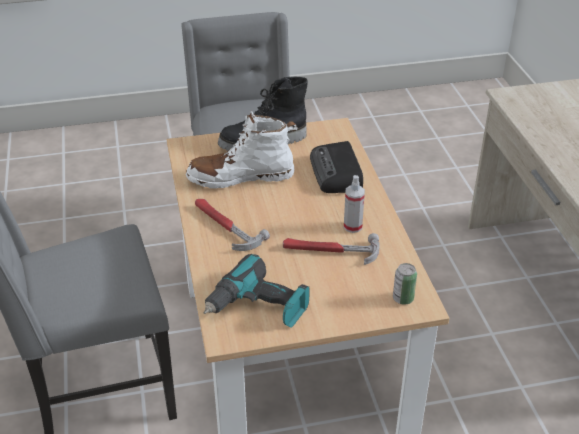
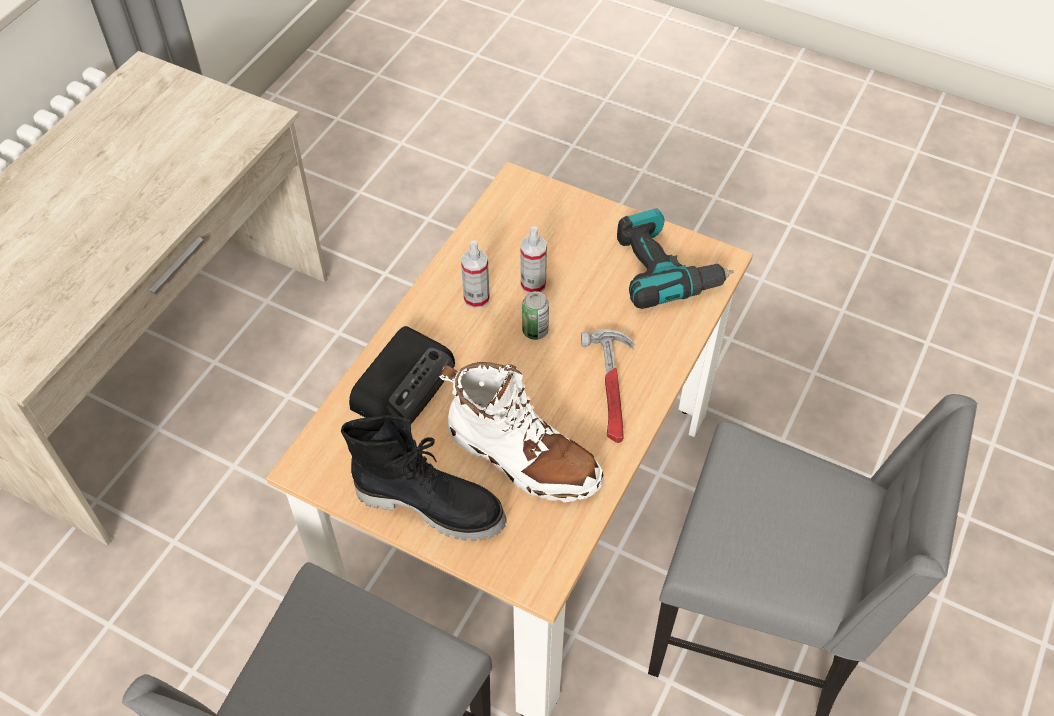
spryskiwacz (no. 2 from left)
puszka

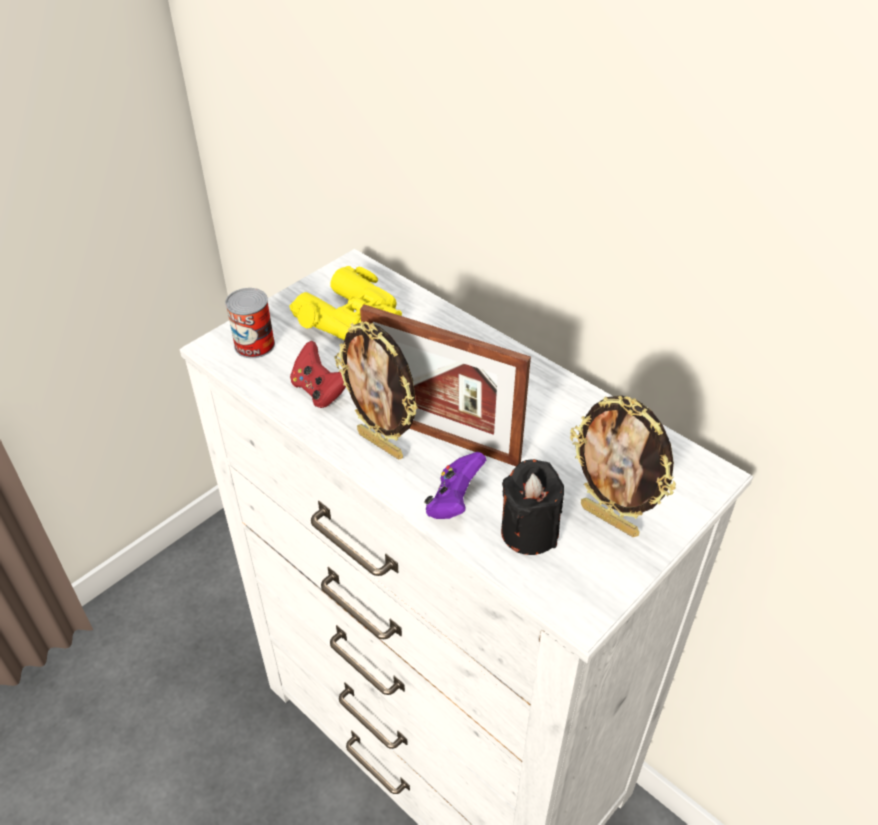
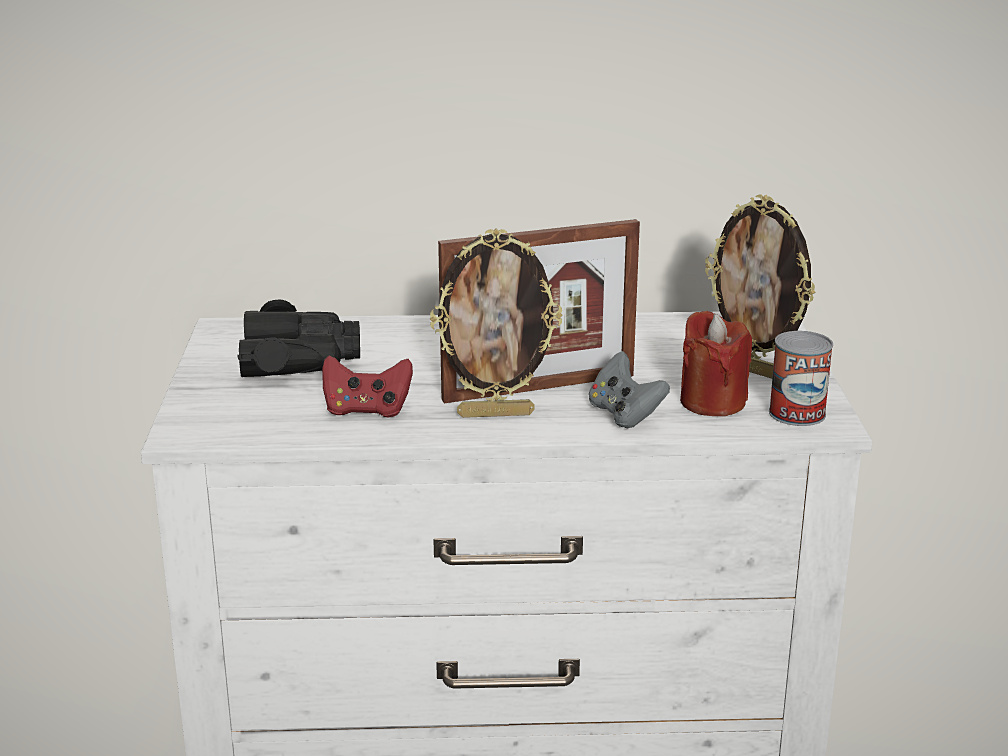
puszka
lornetka/czarny
pad do gier/szary
świeca/czerwony
ramka na zdjęcie (no. 3 from left)

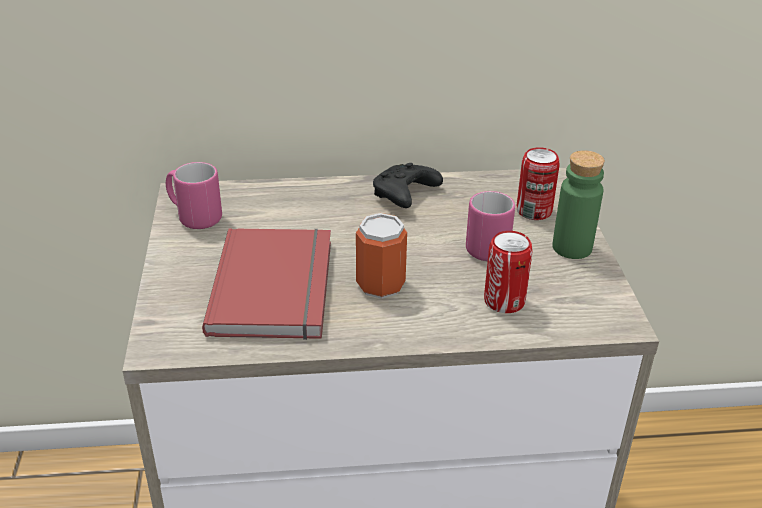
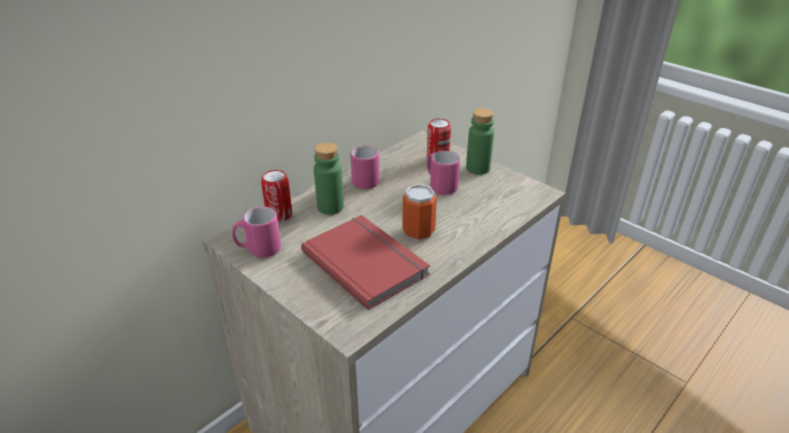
kubek/różowy (no. 2 from left)
puszka (no. 1 from left)
butelka/zielony (no. 1 from left)

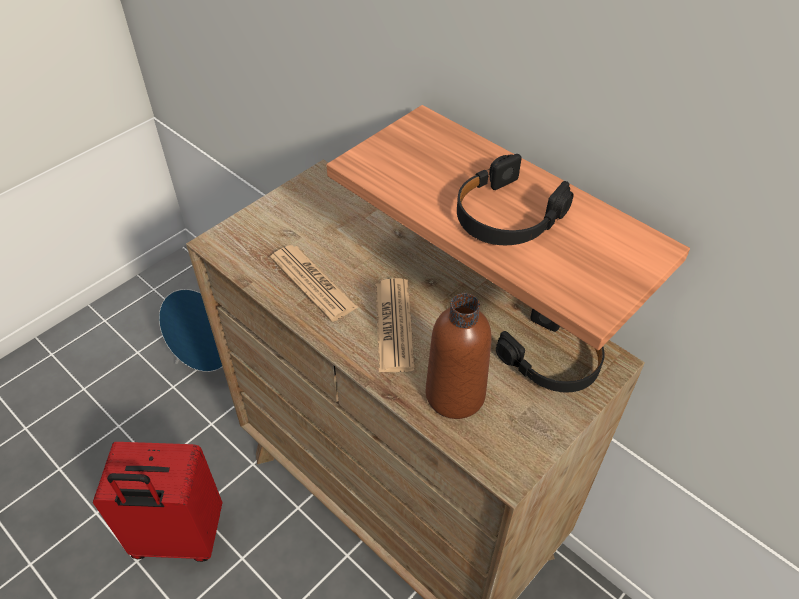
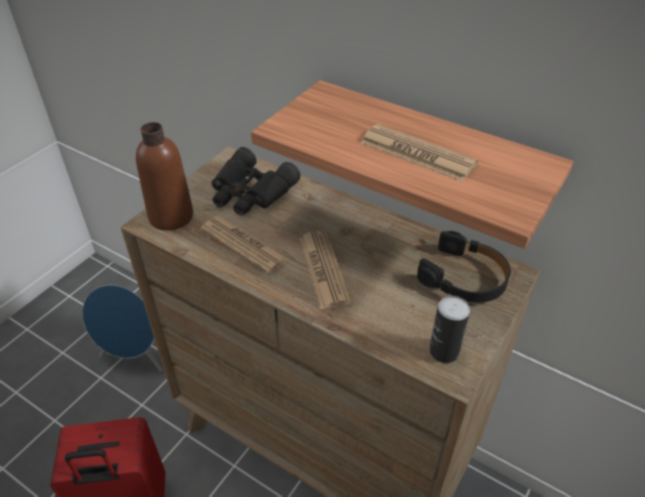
butelka/brązowy
gazeta (no. 3 from left)
lornetka/czarny
puszka

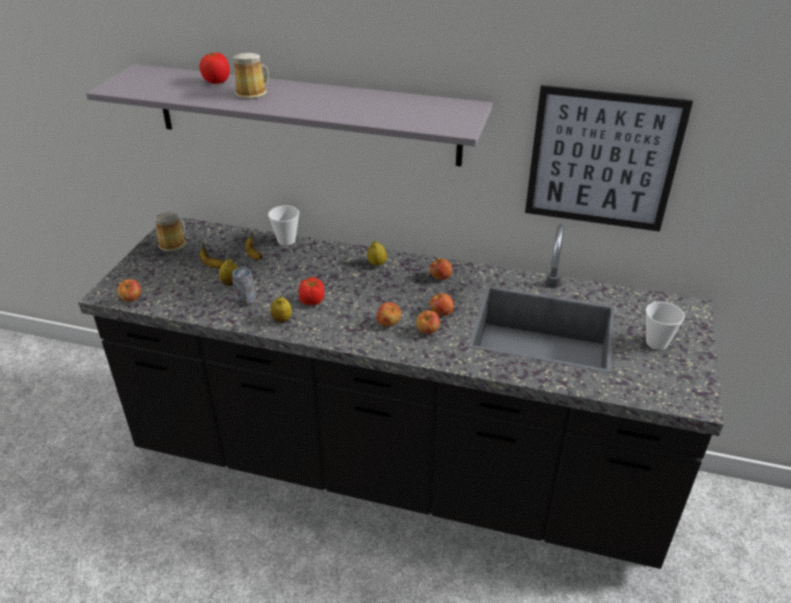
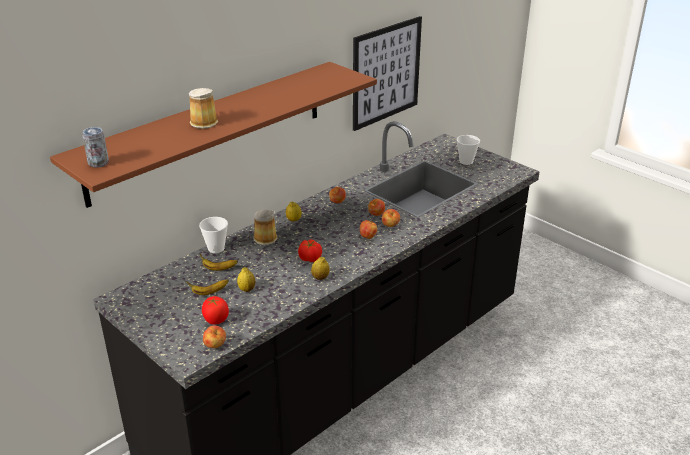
półka/brązowy
kubek (no. 2 from left)
pomidor (no. 1 from left)
puszka

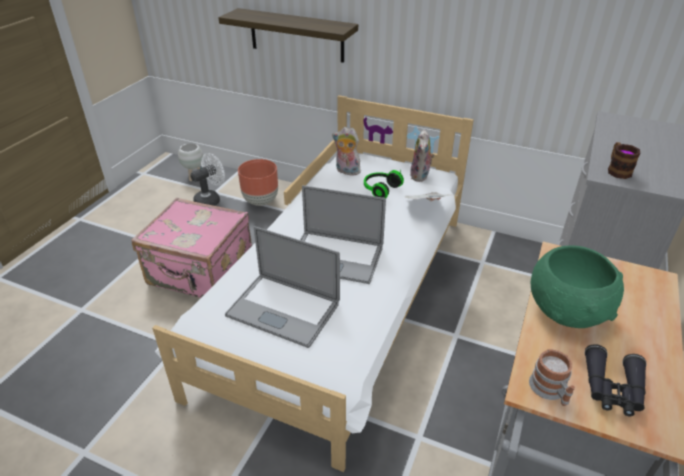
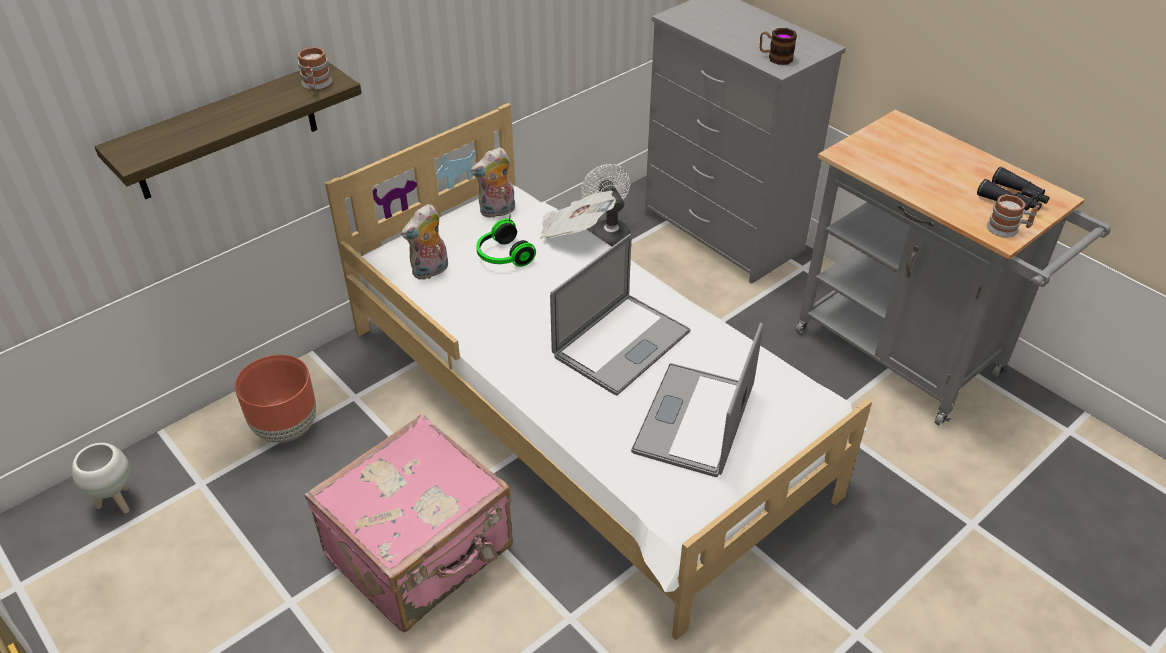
wentylator/biały
laptop (no. 2 from left)
pluszak (no. 2 from left)
miska/zielony
kubek (no. 1 from left)

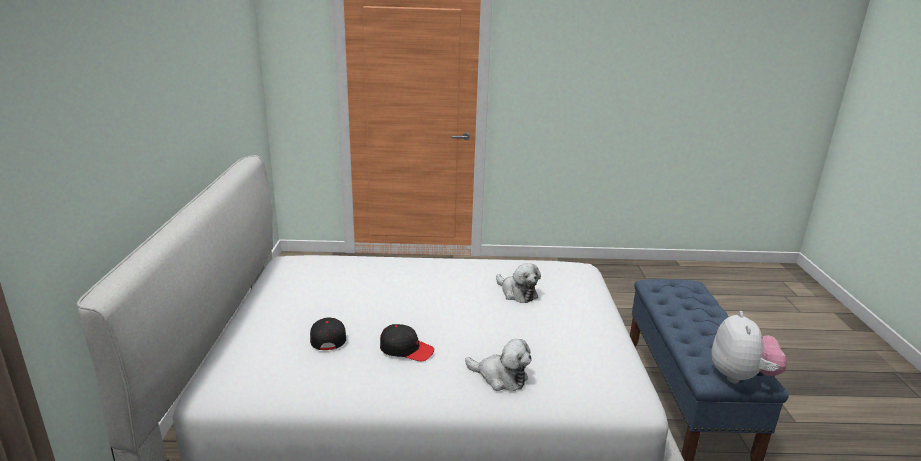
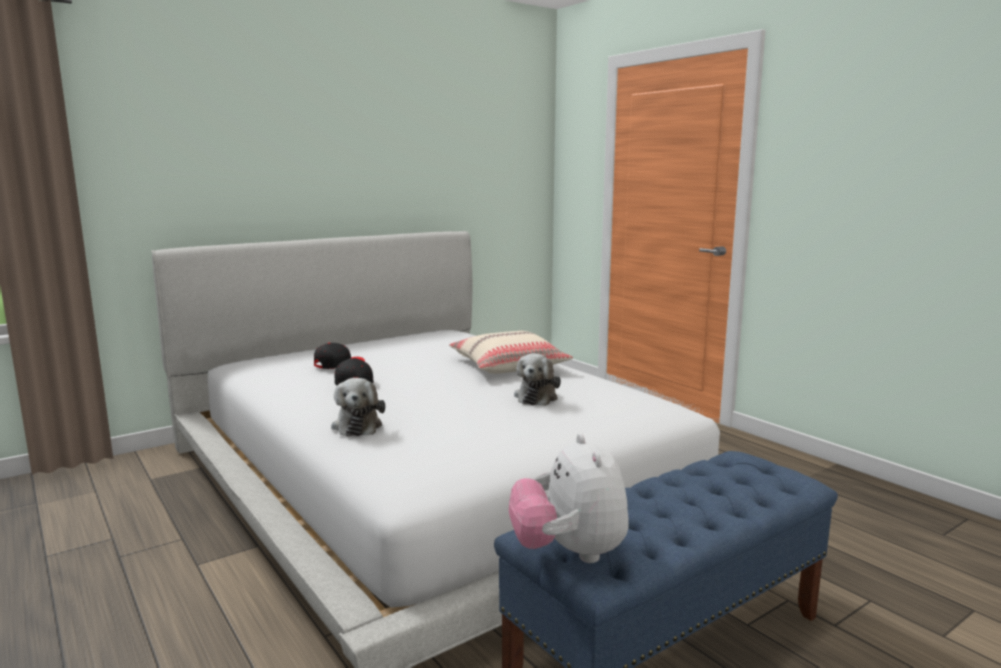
pluszak (no. 3 from left)
poduszka/beżowy

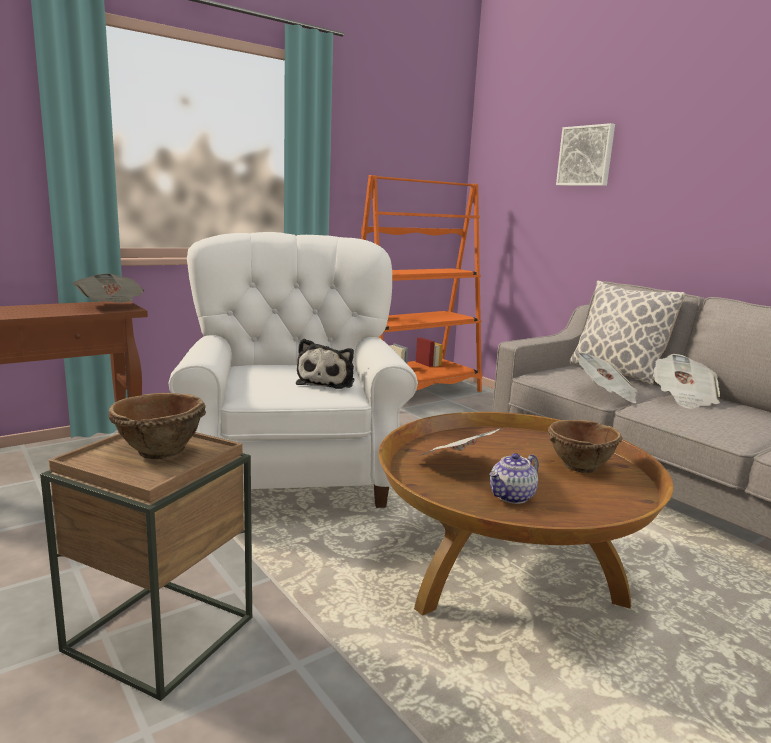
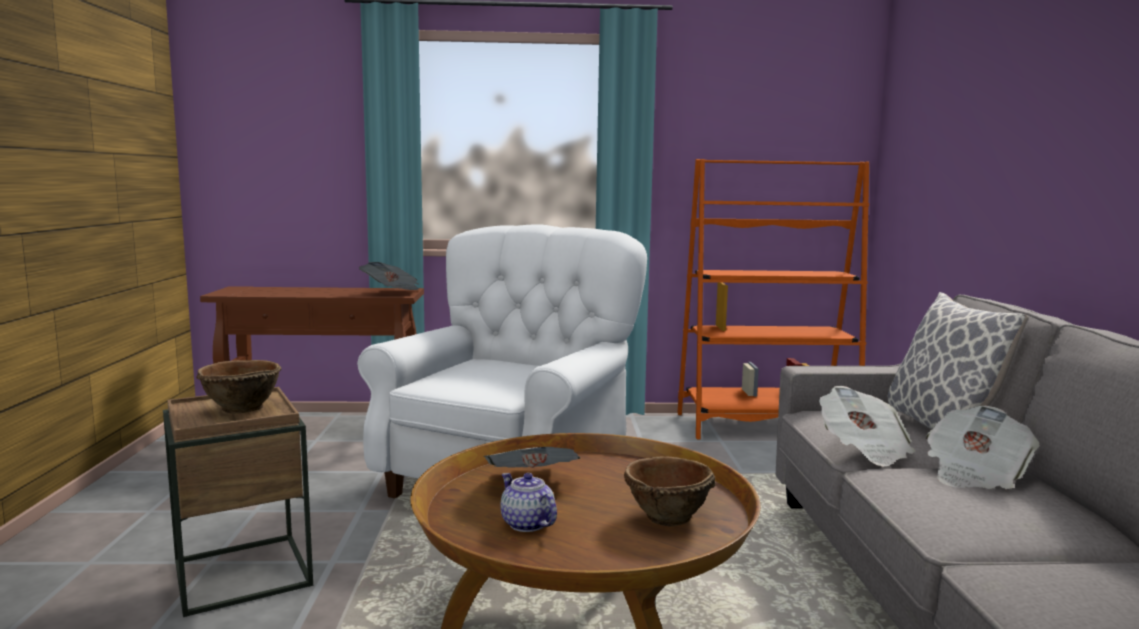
pluszak
imbryk
obraz

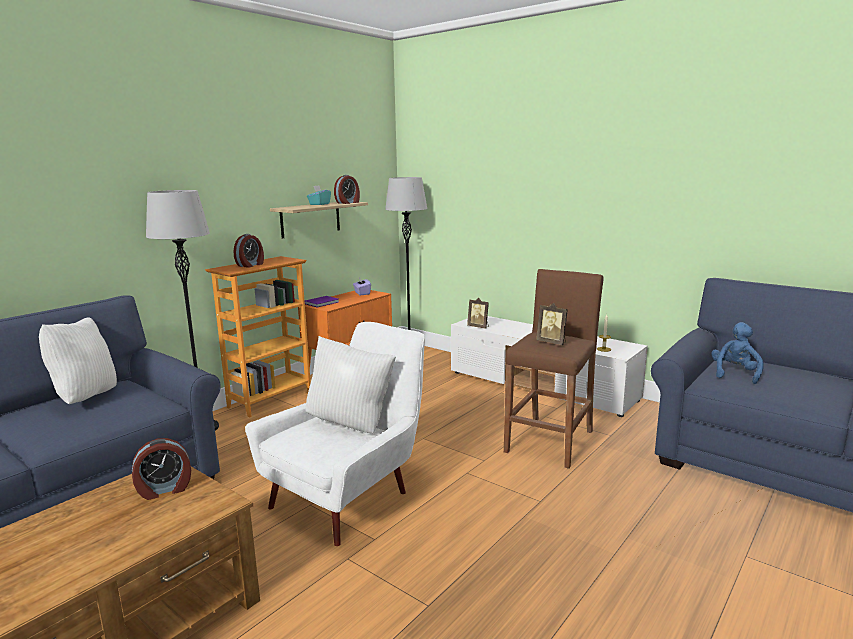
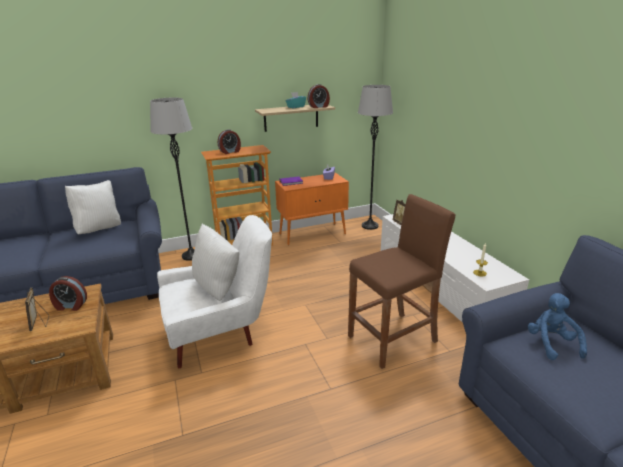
ramka na zdjęcie (no. 1 from left)
pluszak/niebieski

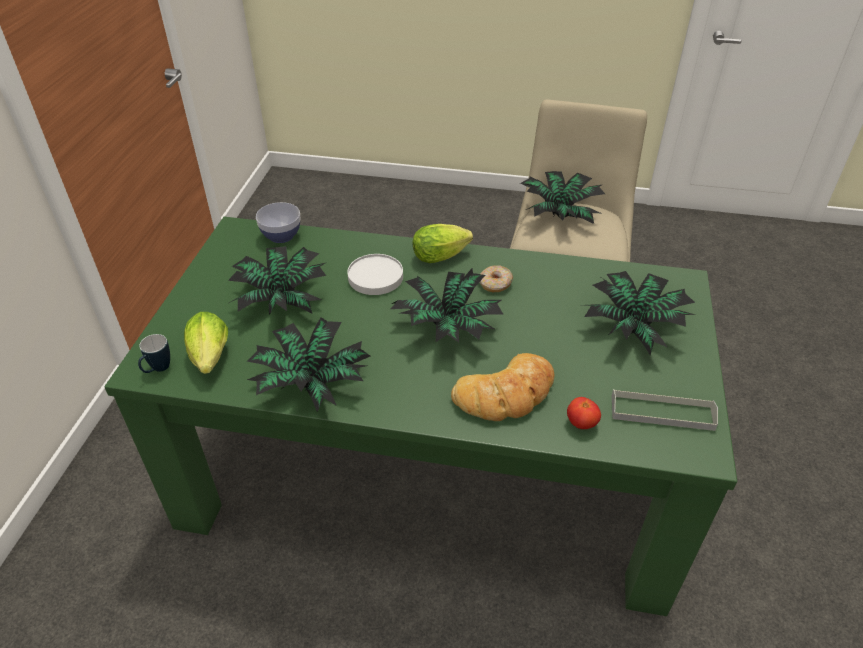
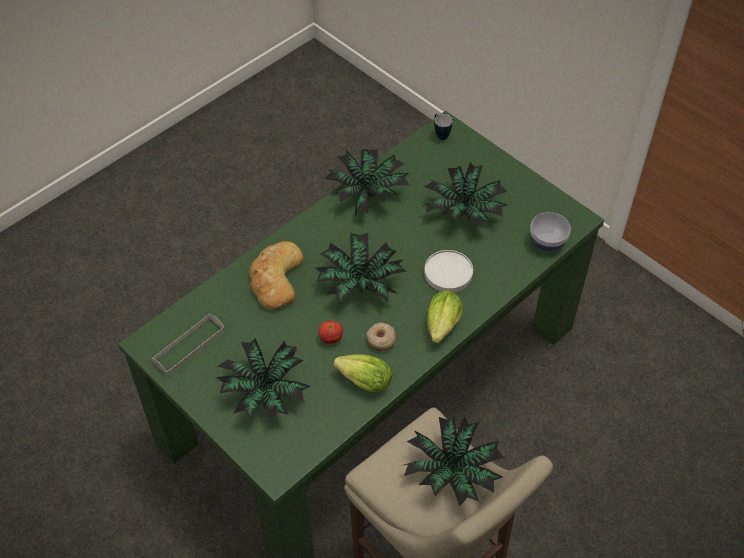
sałata (no. 1 from left)
pomidor

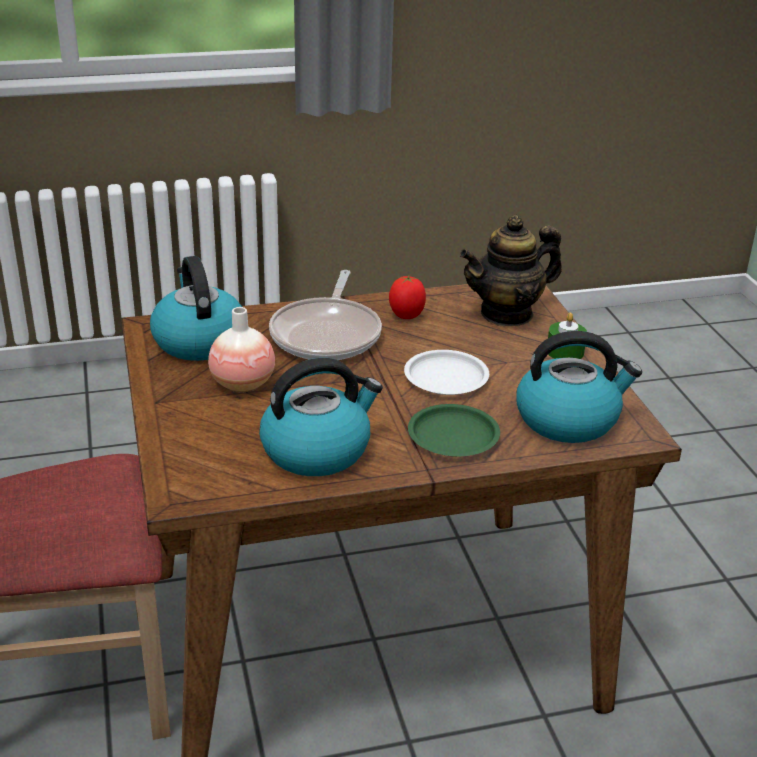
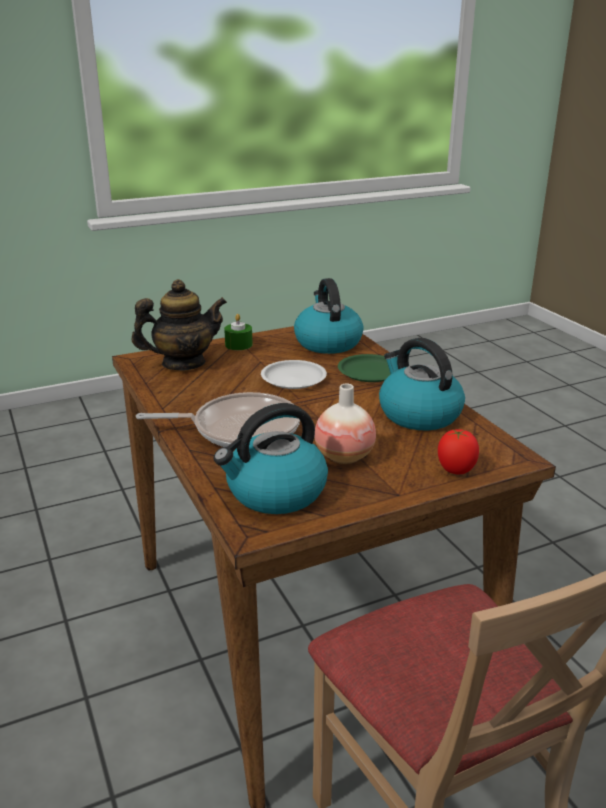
pomidor
imbryk

